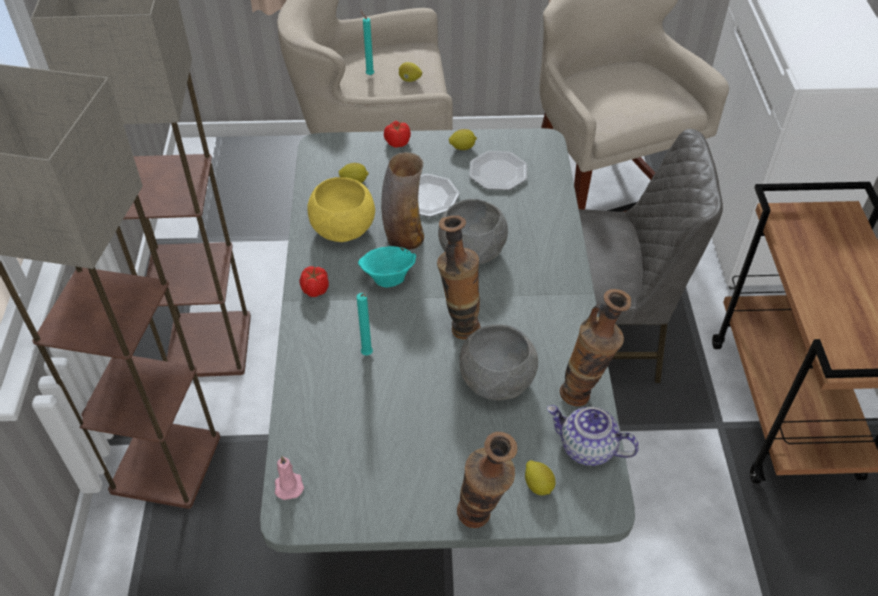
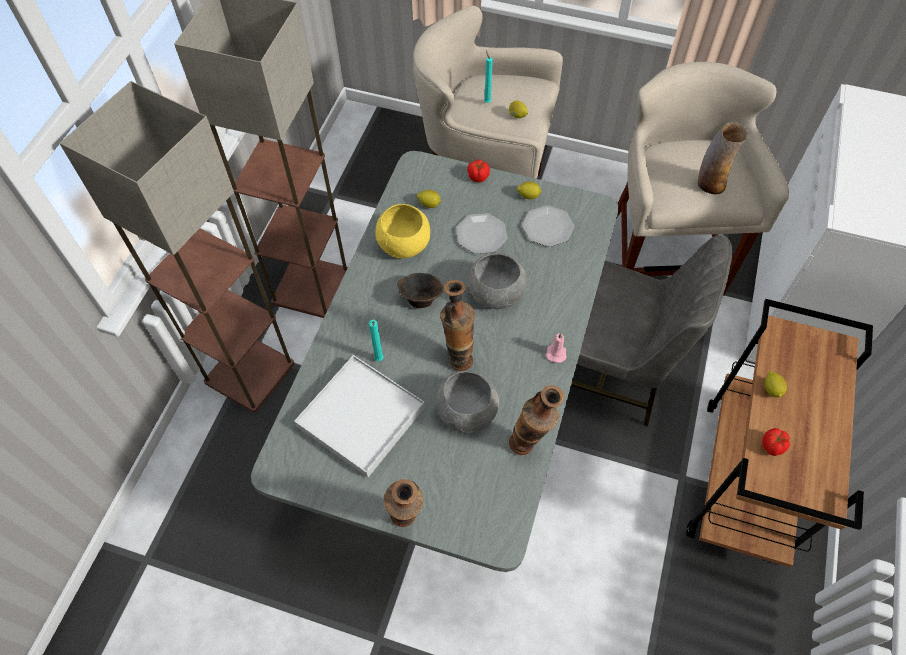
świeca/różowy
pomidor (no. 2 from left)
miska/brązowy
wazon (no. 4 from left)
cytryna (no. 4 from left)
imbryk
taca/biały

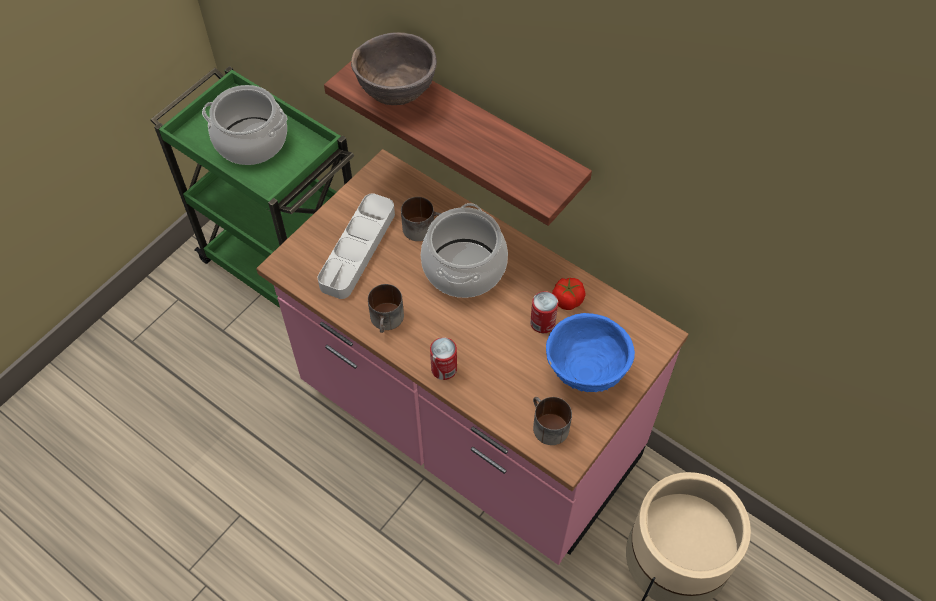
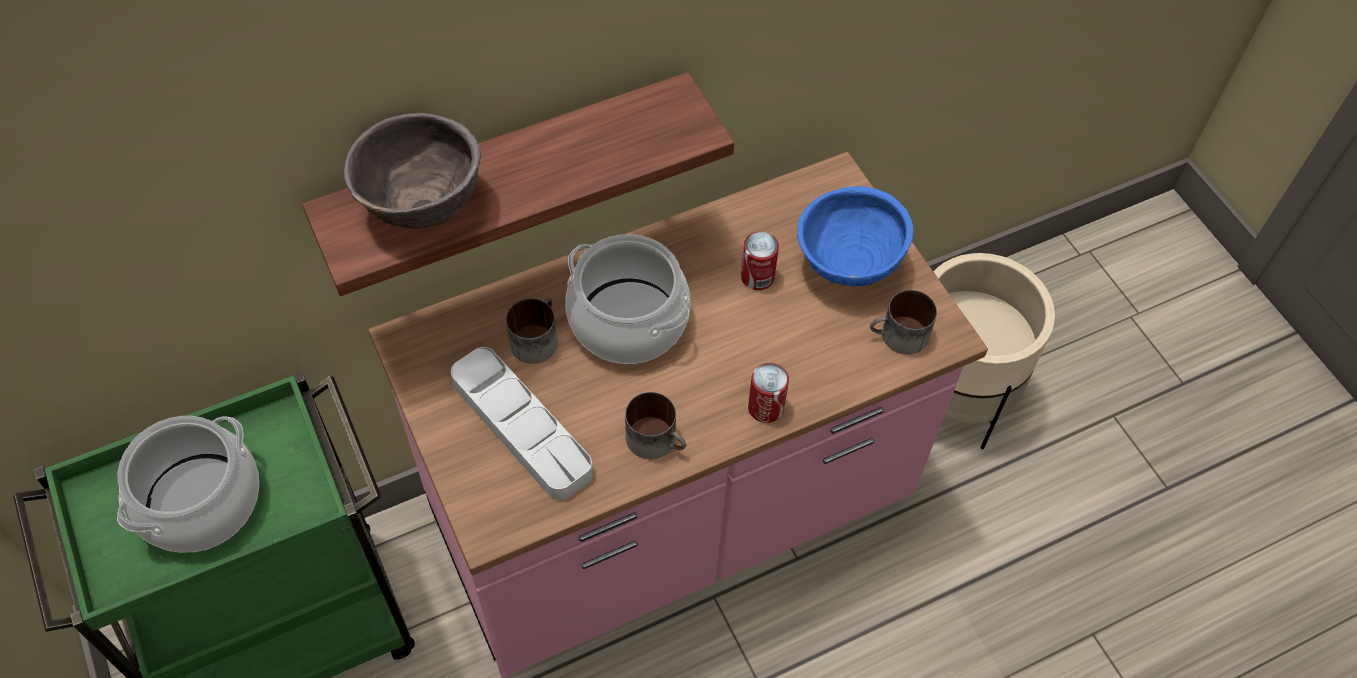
pomidor

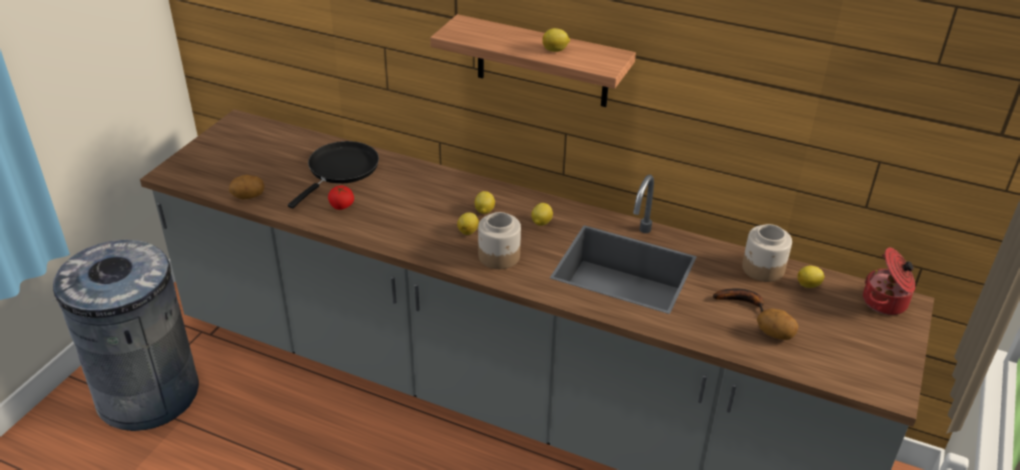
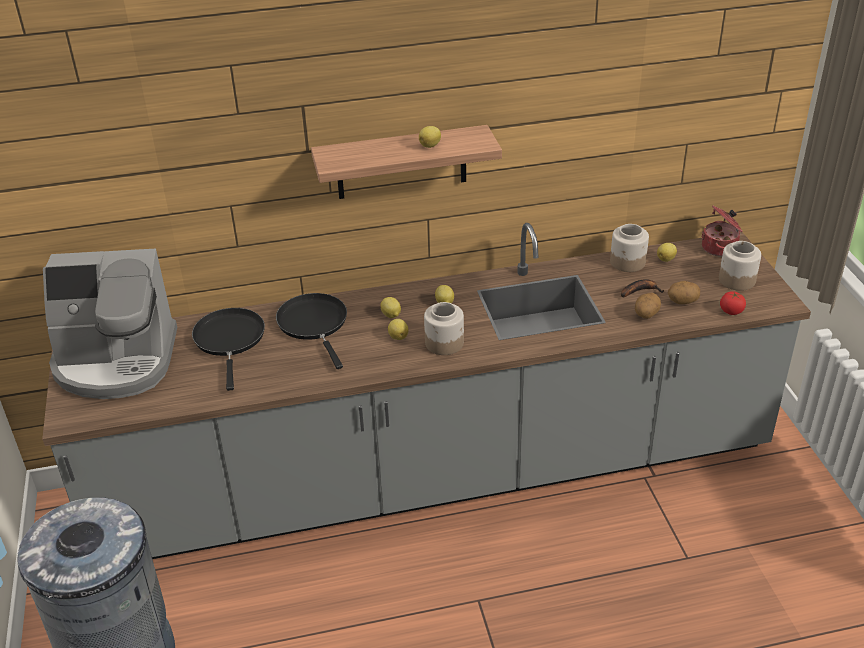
ziemniak (no. 1 from left)
pomidor
ekspres do kawy
patelnia/czarny (no. 2 from left)
słoik (no. 3 from left)

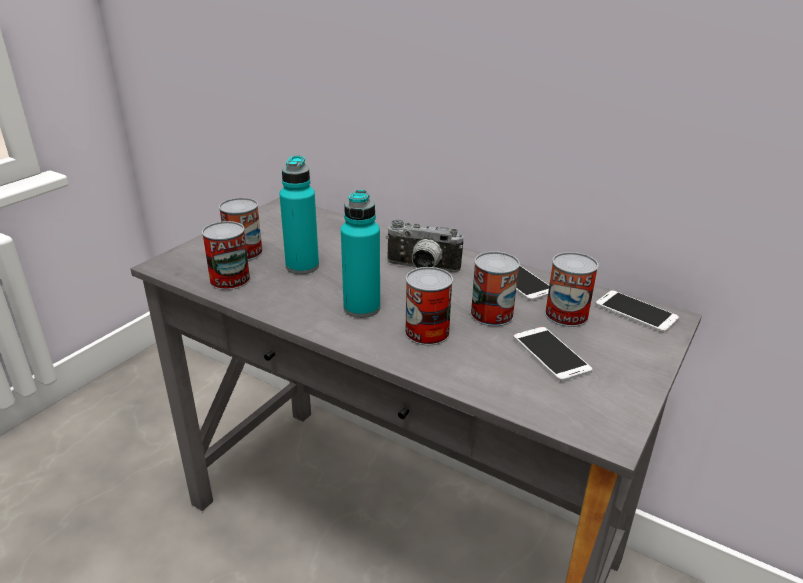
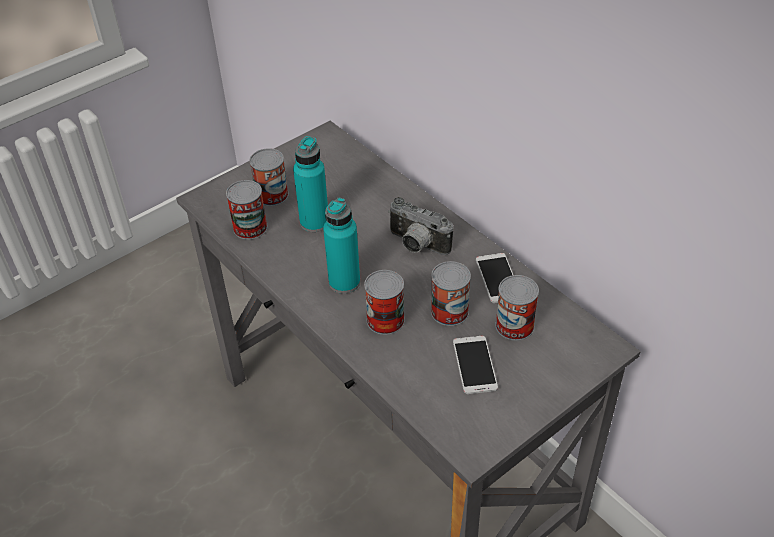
telefon (no. 3 from left in the first image)

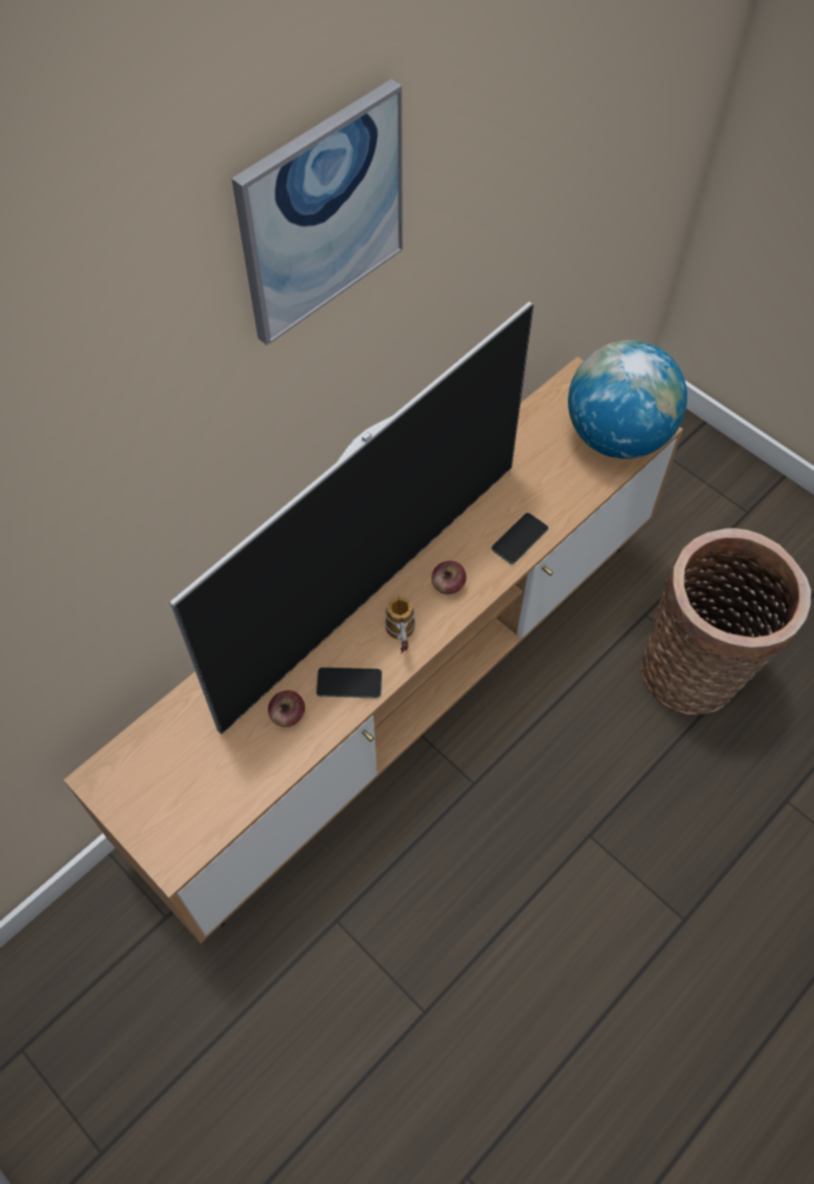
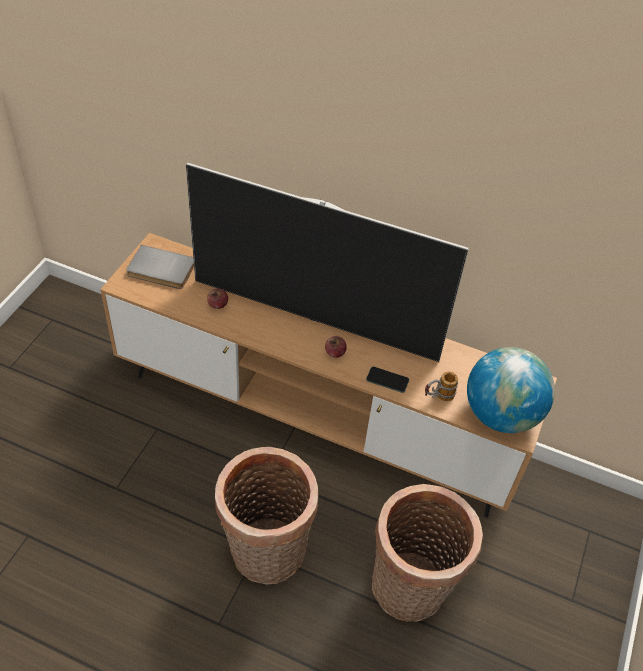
obraz
telefon (no. 1 from left in the first image)
kubek
książka/szary
koszyk (no. 1 from left)

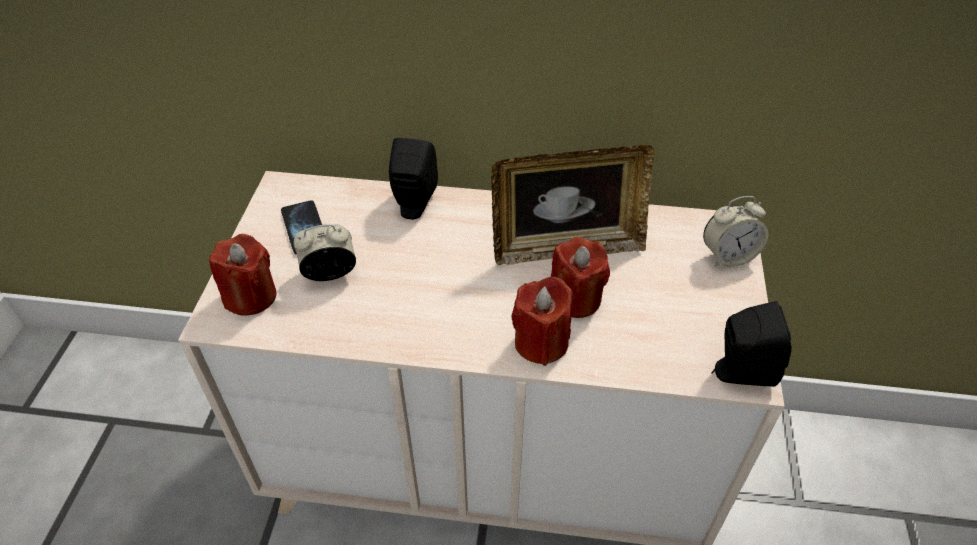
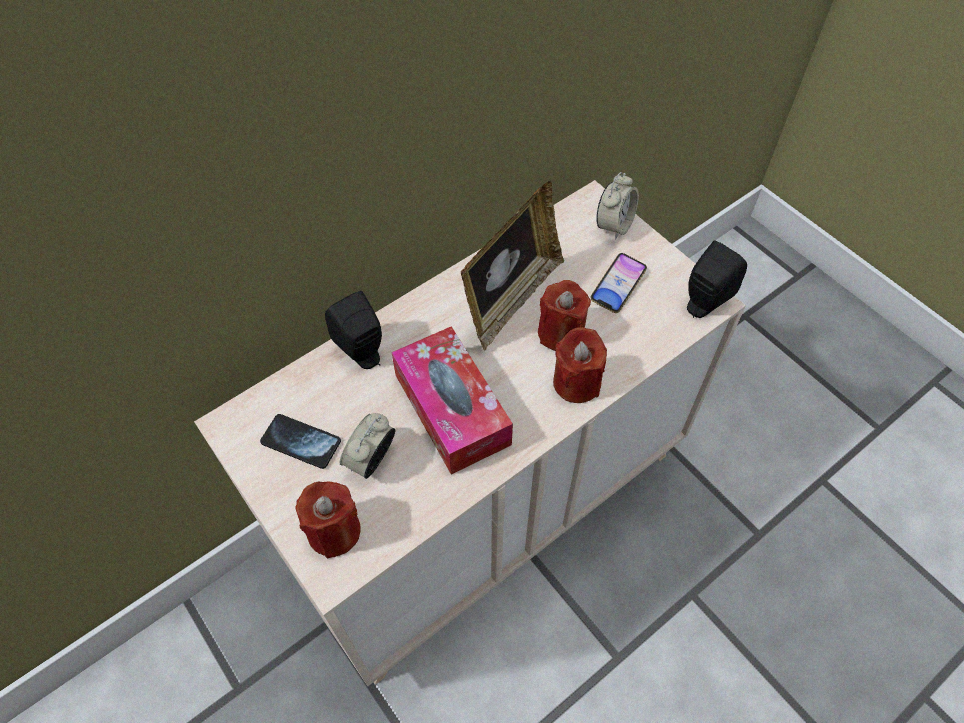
pudełko chusteczek
telefon (no. 2 from left)

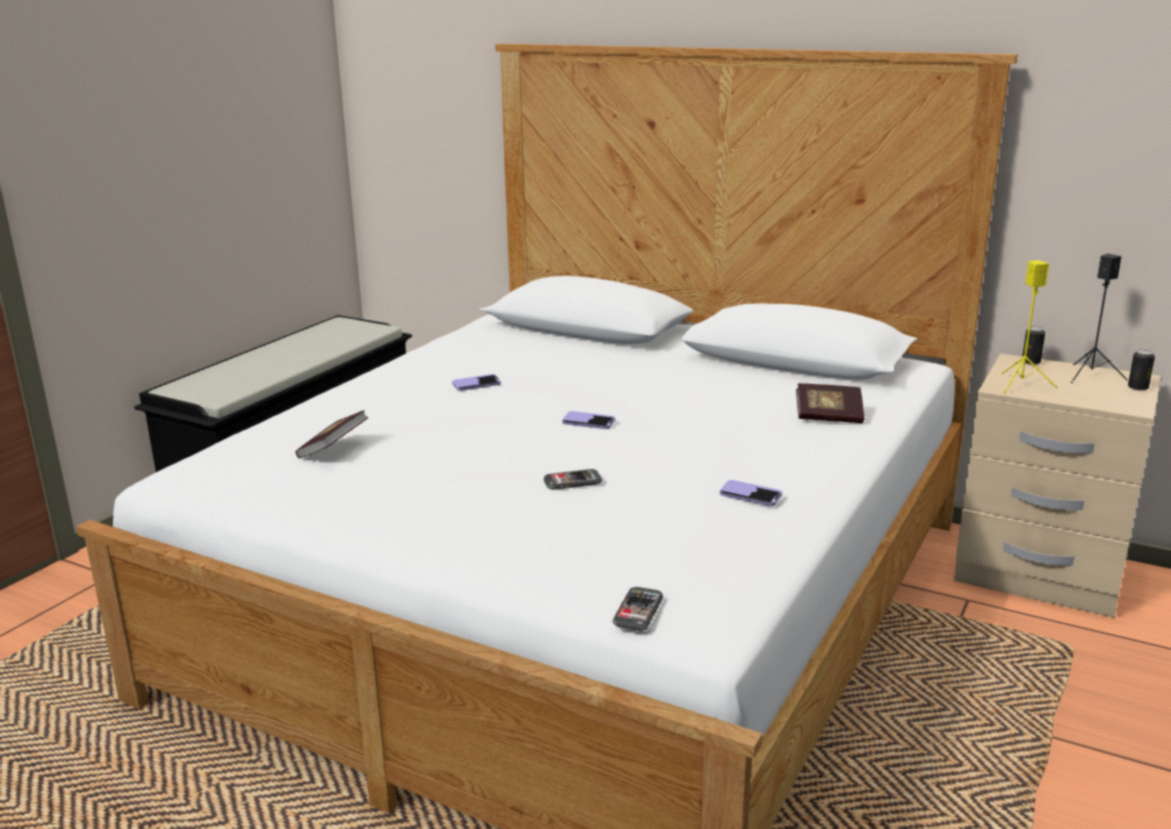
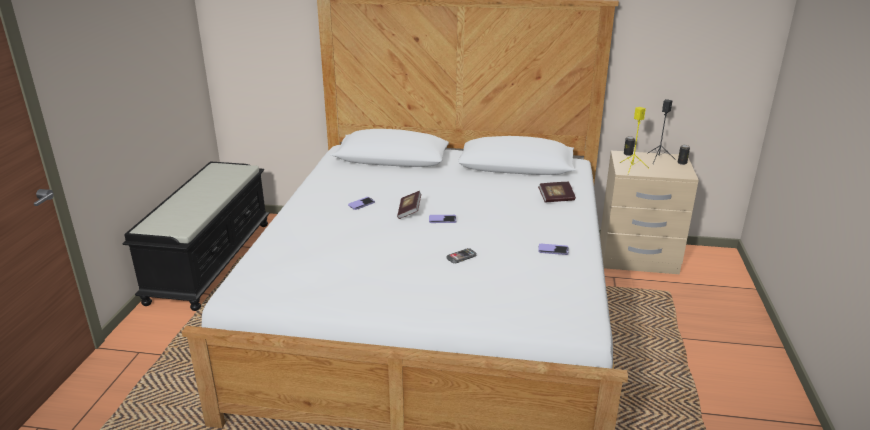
książka (no. 1 from left)
telefon (no. 4 from left in the first image)

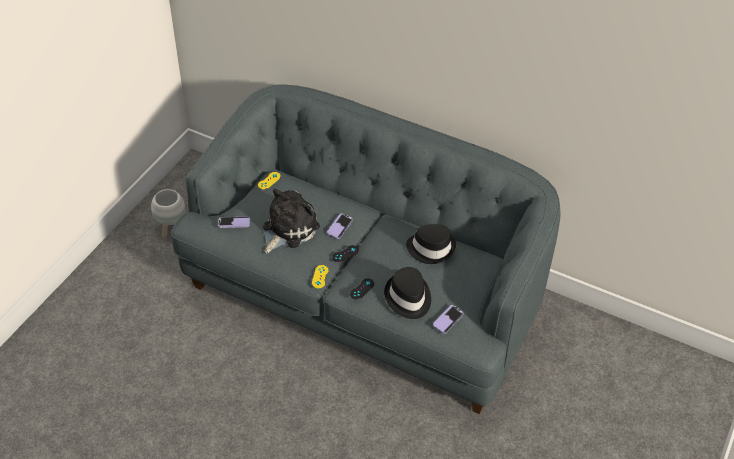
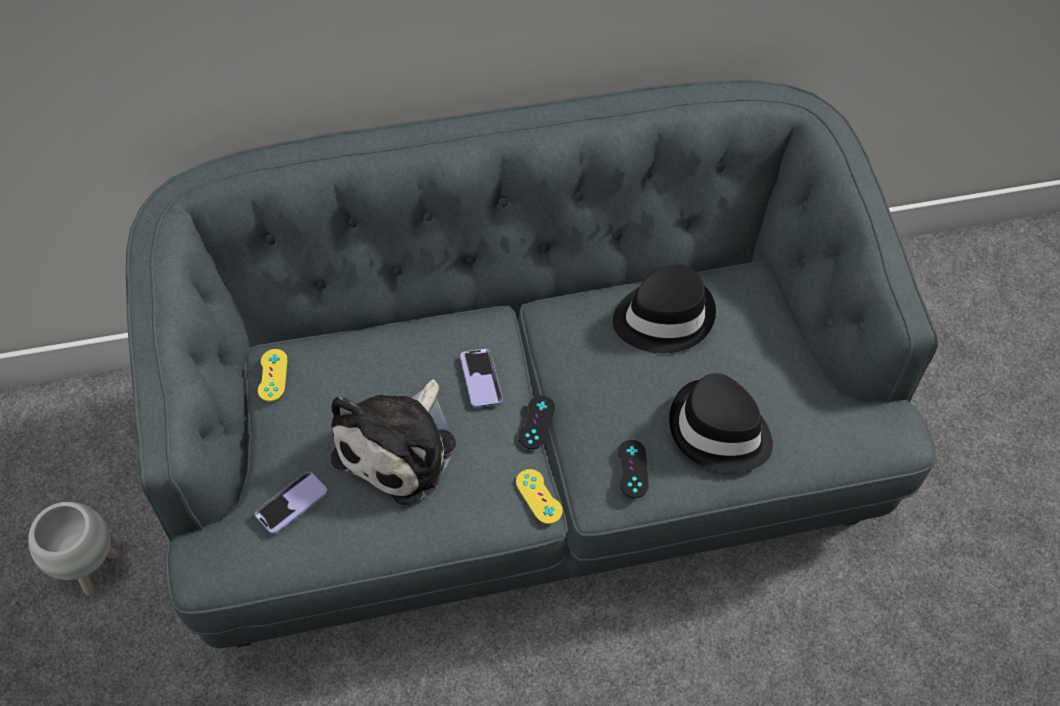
pluszak
telefon (no. 3 from left in the first image)

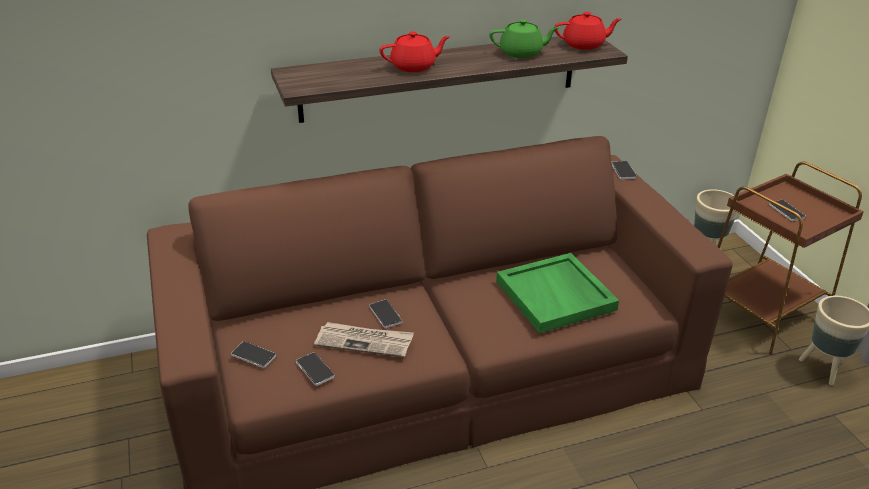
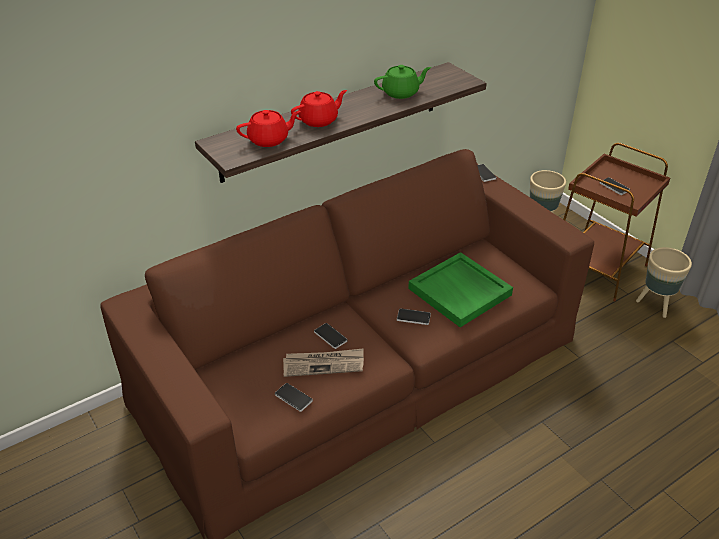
telefon (no. 3 from left)
imbryk/czerwony (no. 1 from left)

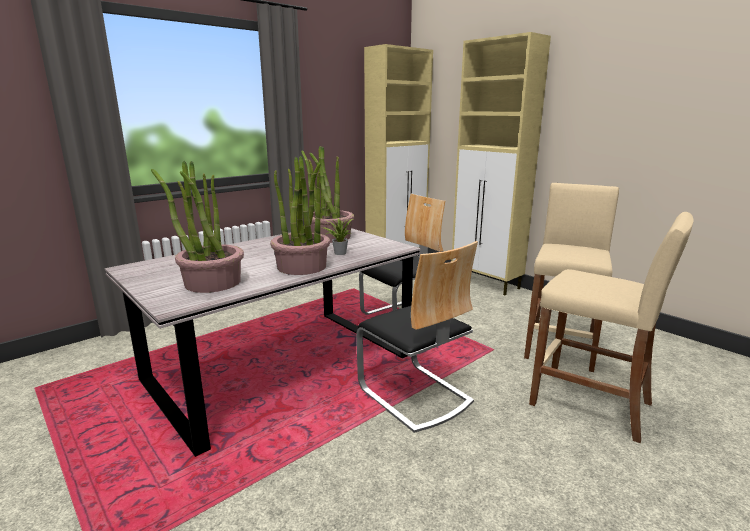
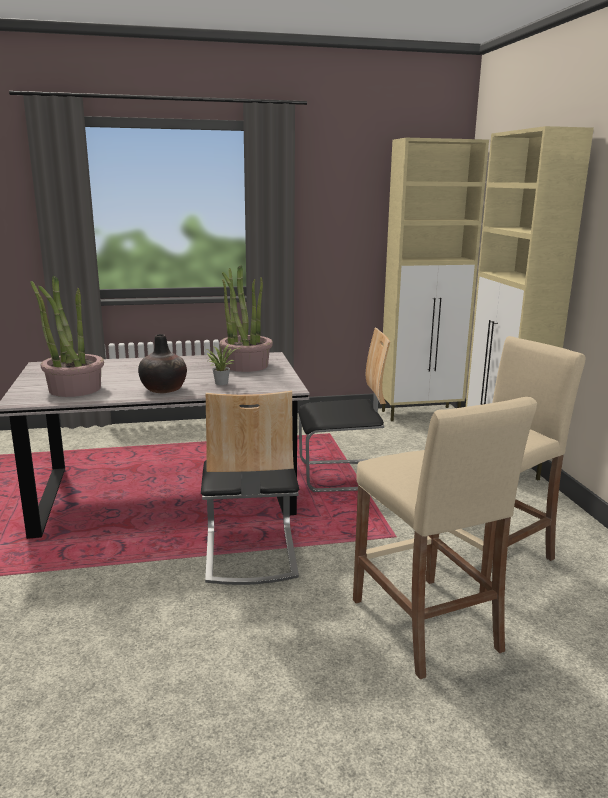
wazon

